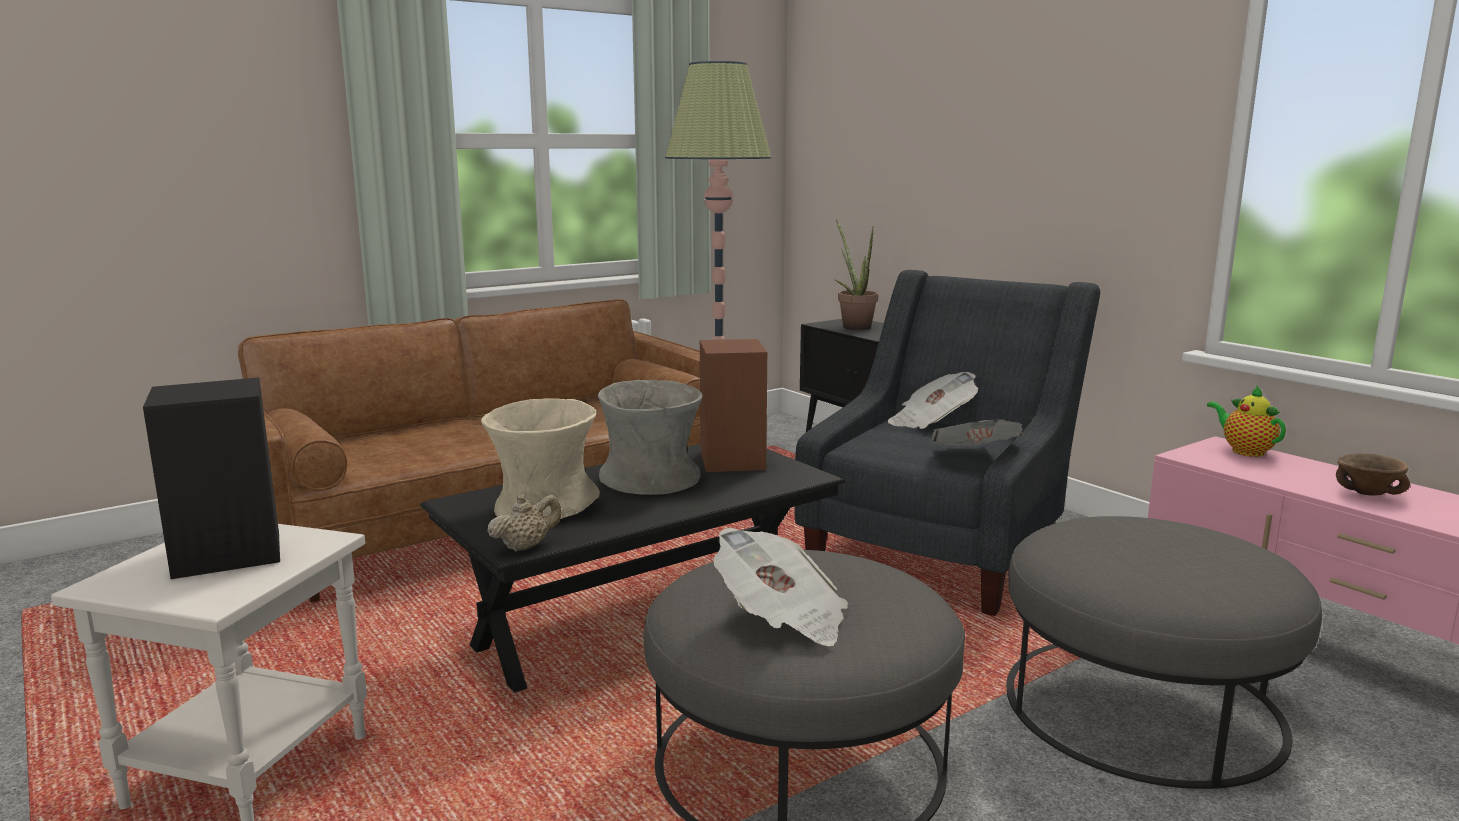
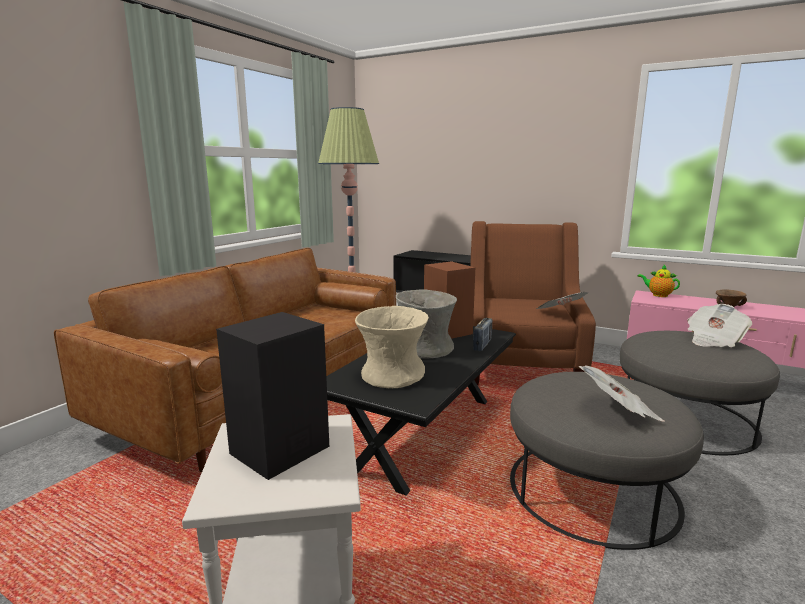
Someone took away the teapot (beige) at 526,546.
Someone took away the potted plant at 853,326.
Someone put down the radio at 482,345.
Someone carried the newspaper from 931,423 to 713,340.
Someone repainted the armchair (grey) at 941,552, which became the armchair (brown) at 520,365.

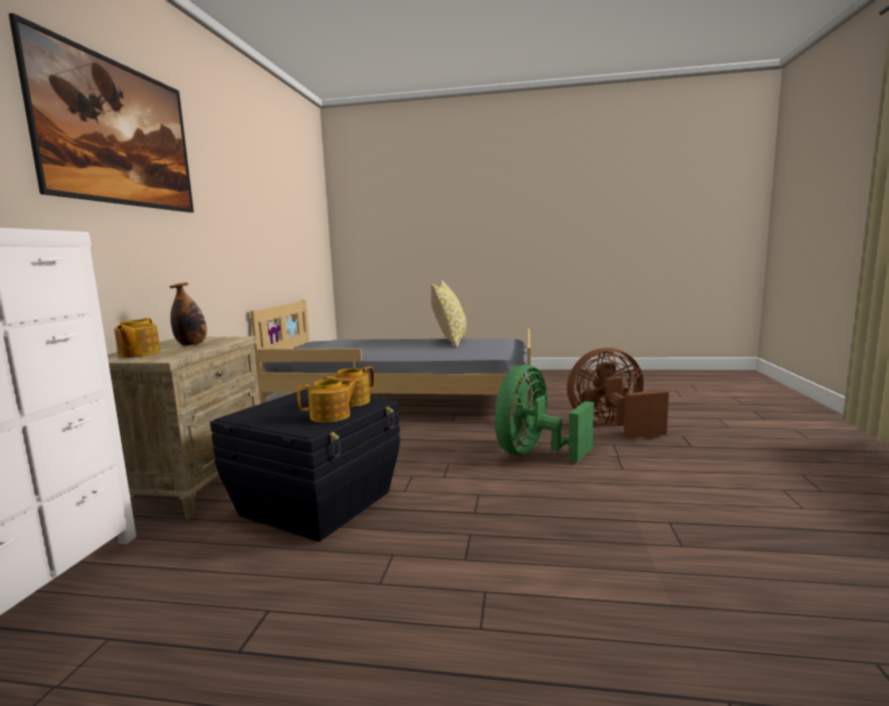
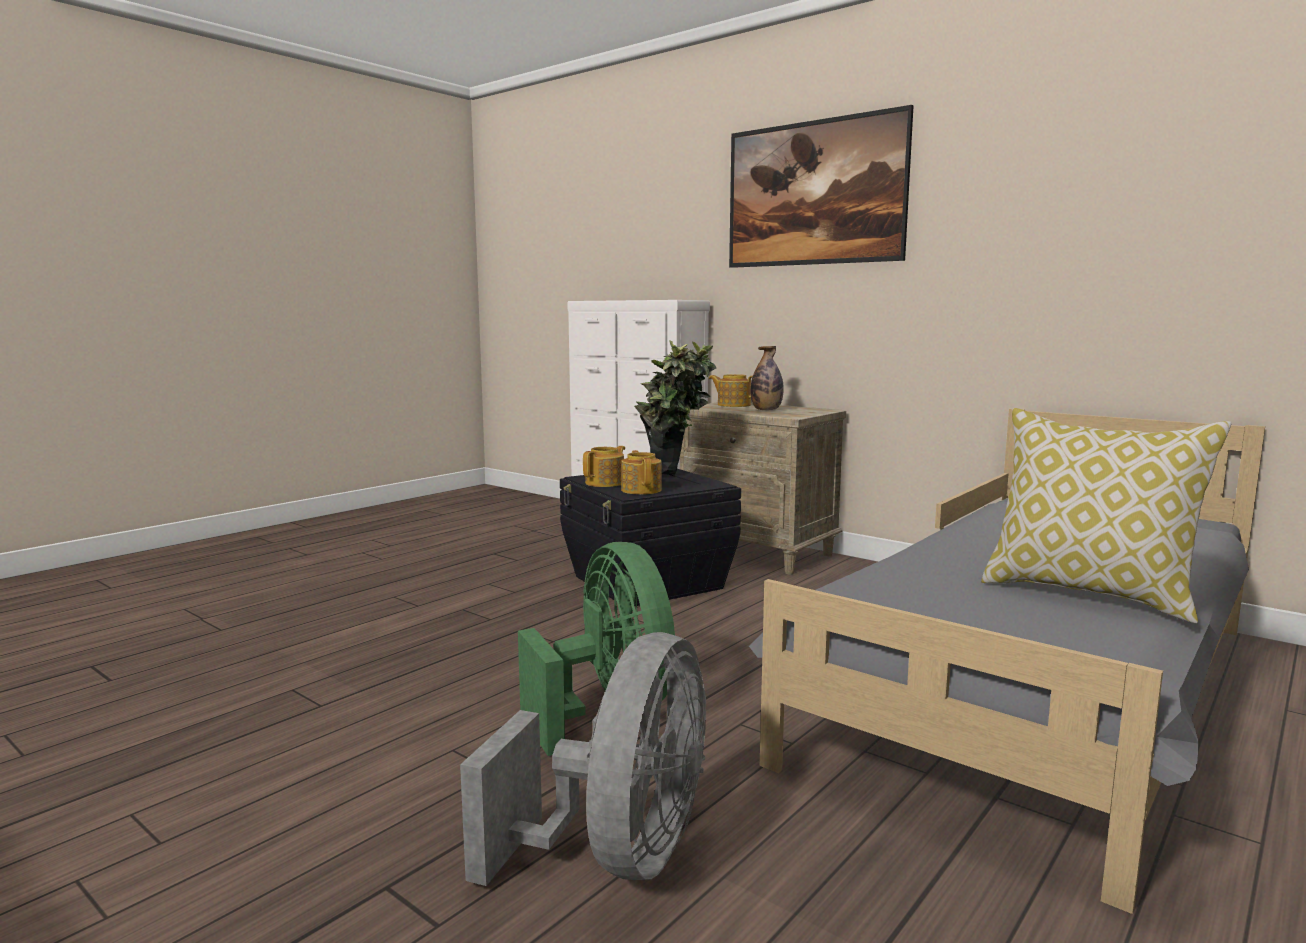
Someone put down the potted plant at 675,479.
Someone repainted the fan (brown) at 612,427, which became the fan (grey) at 619,855.
Someone rotated the teapot at 331,416 by 150 degrees counterclockwise.

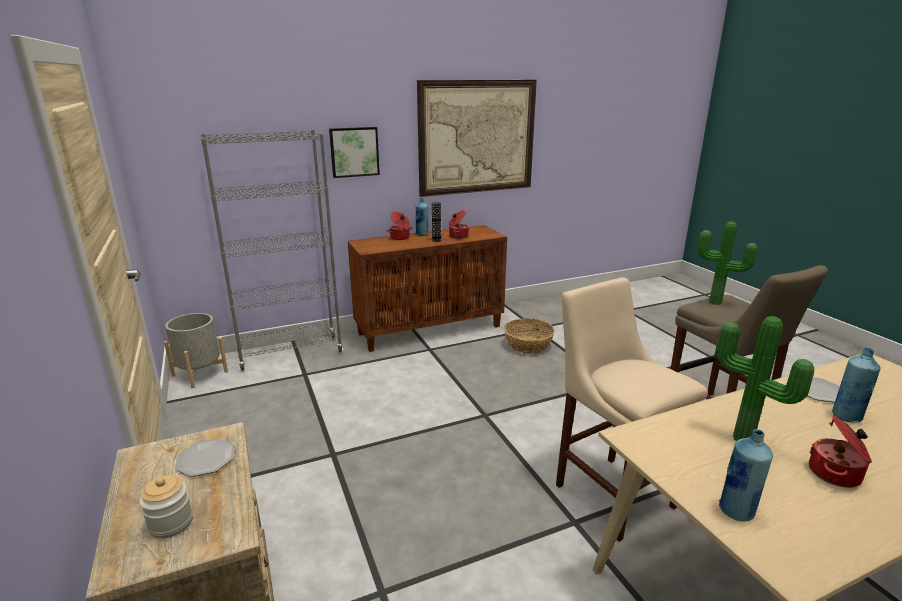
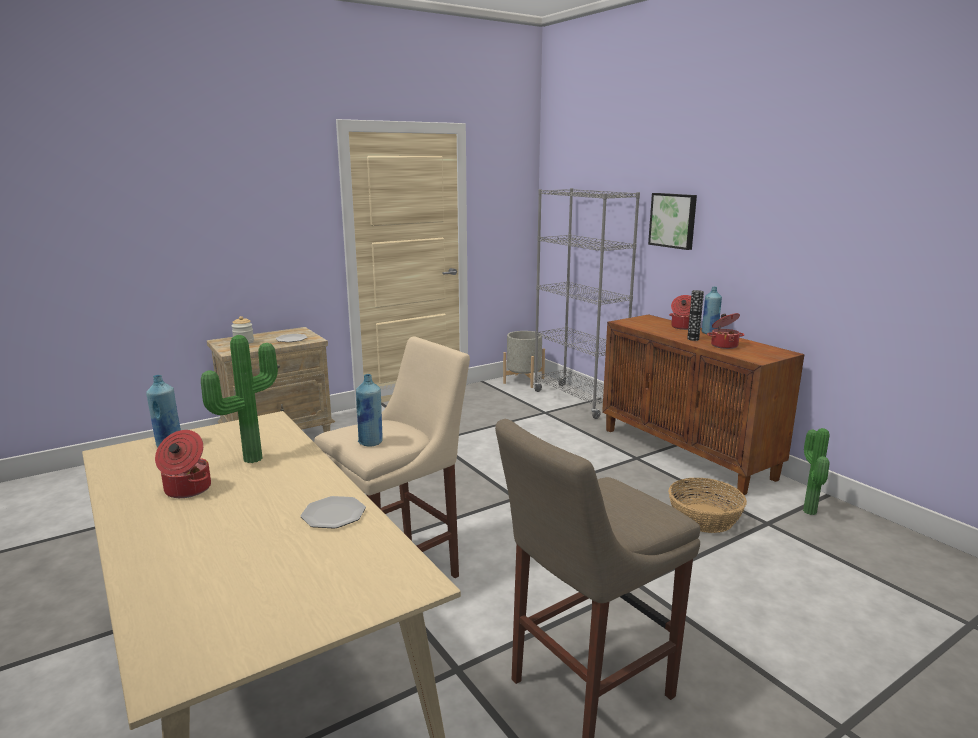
Someone took away the picture at 477,137.
Someone carried the potted plant from 715,303 to 807,511.
Someone carried the bottle (blue) from 846,416 to 371,442.

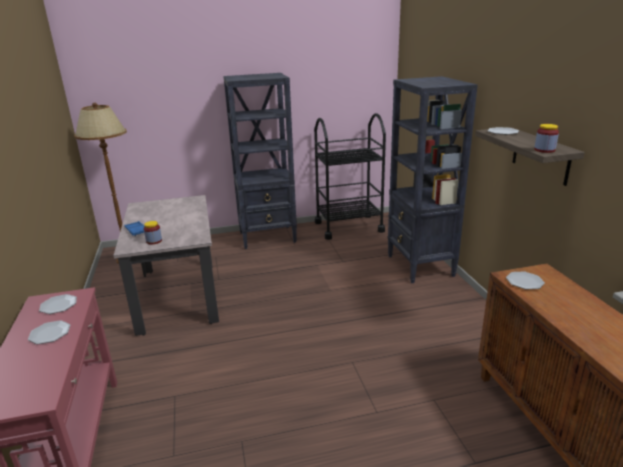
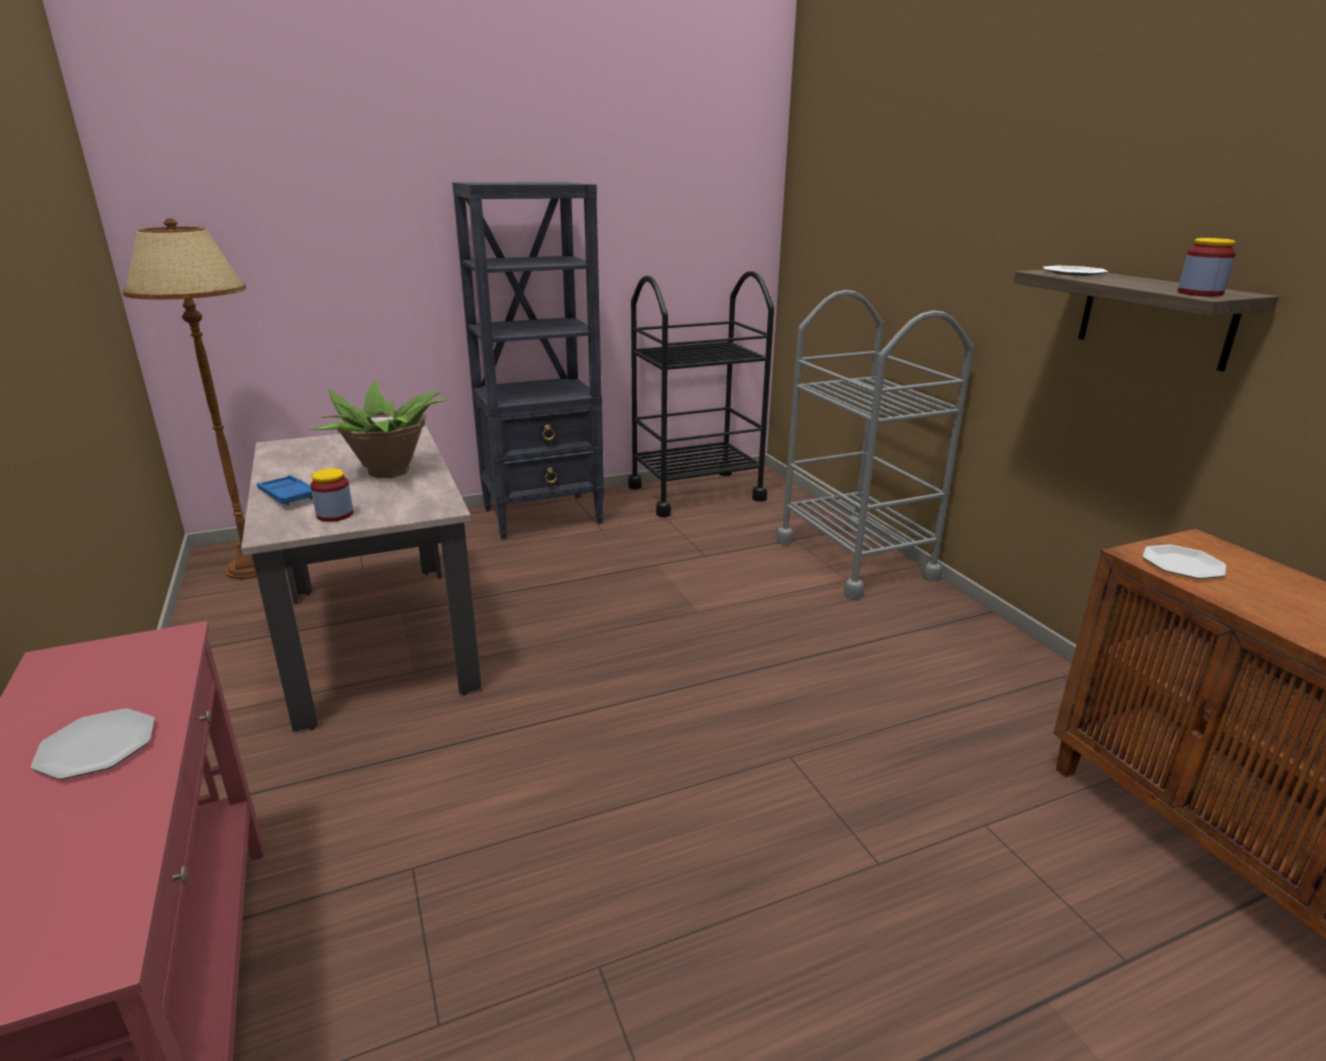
Someone took away the plate at 59,305.
Someone put down the potted plant at 389,472.
Someone swapped the bookcase (black) at 420,266 for the cart (grey) at 854,559.

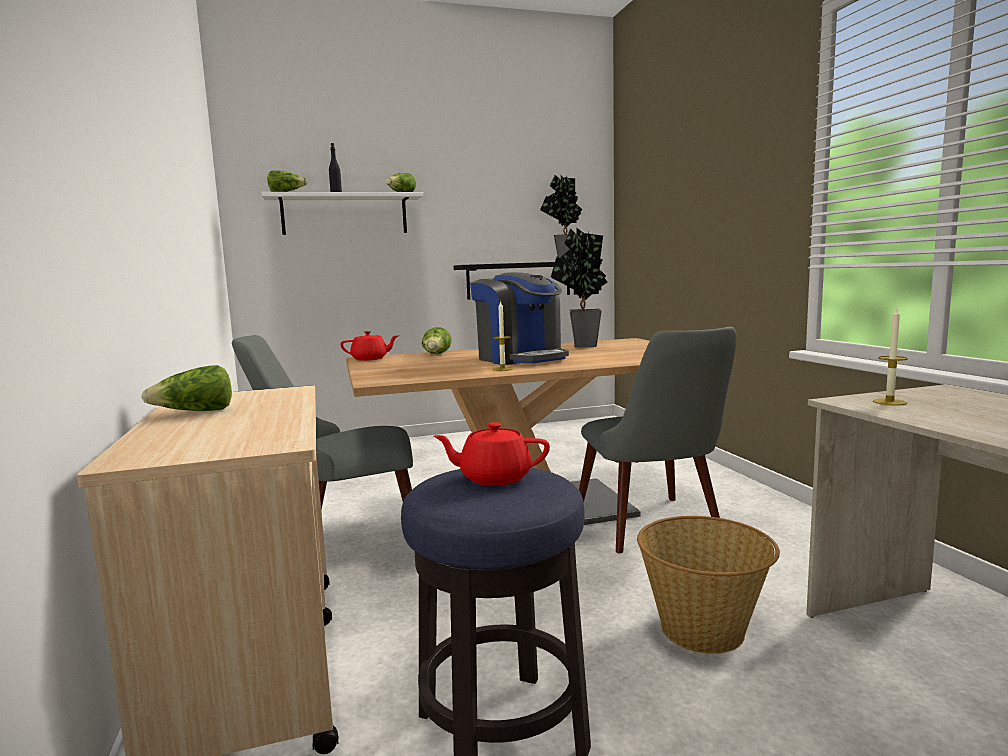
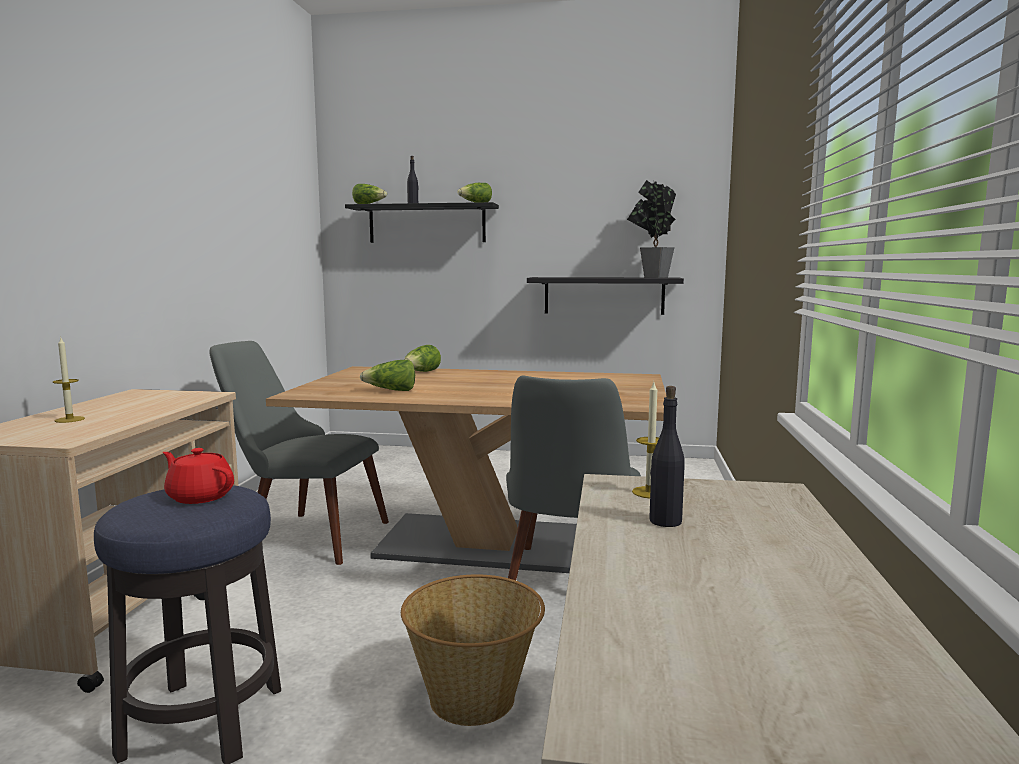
Someone took away the teapot (red) at 370,359.
Someone took away the coffee machine at 520,358.
Someone took away the potted plant at 582,346.
Someone put down the bottle (black) at 665,521.
Someone carried the lettuce from 195,412 to 391,391.
Someone carried the candle from 502,369 to 69,419.
Someone repainted the shelf (white) at 345,215, which became the shelf (black) at 427,224.

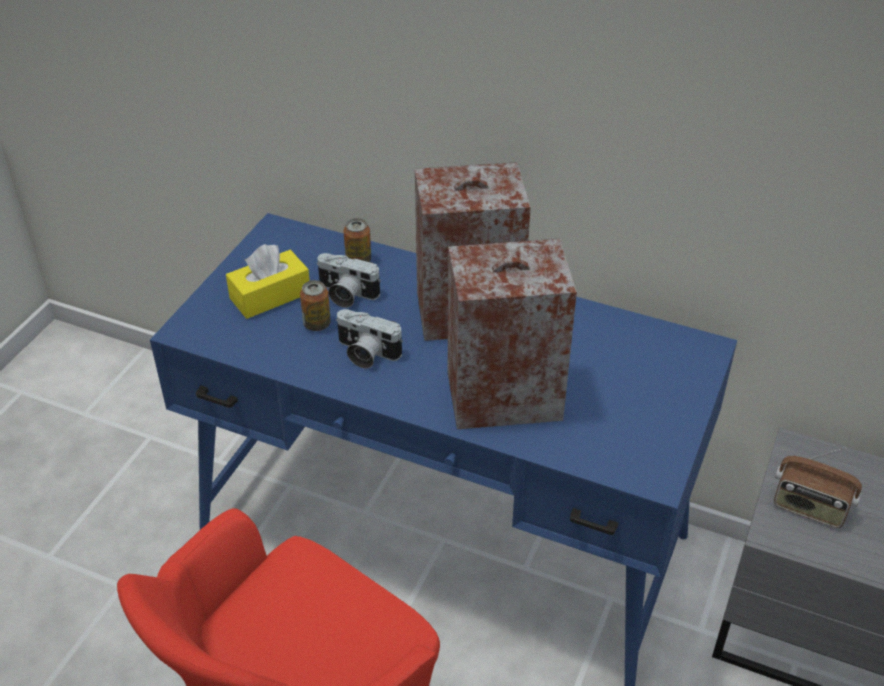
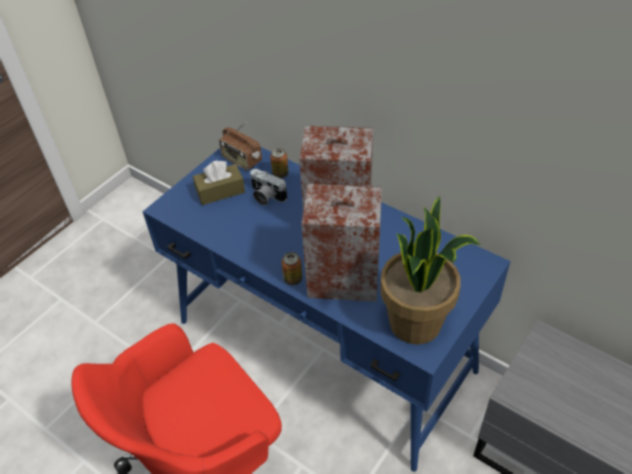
Someone took away the photo camera at 365,353.
Someone put down the potted plant at 416,323.
Someone carried the can from 317,324 to 293,279.
Someone carried the radio from 809,508 to 241,160.
Someone repainted the tissue box (yellow) at 270,296, which became the tissue box (brown) at 220,191.

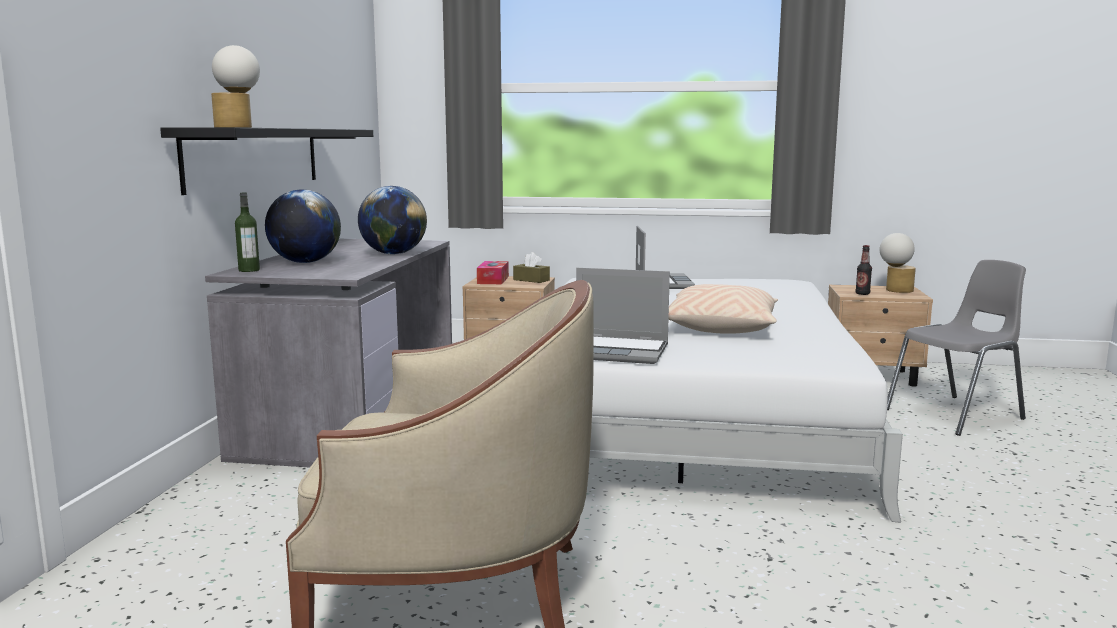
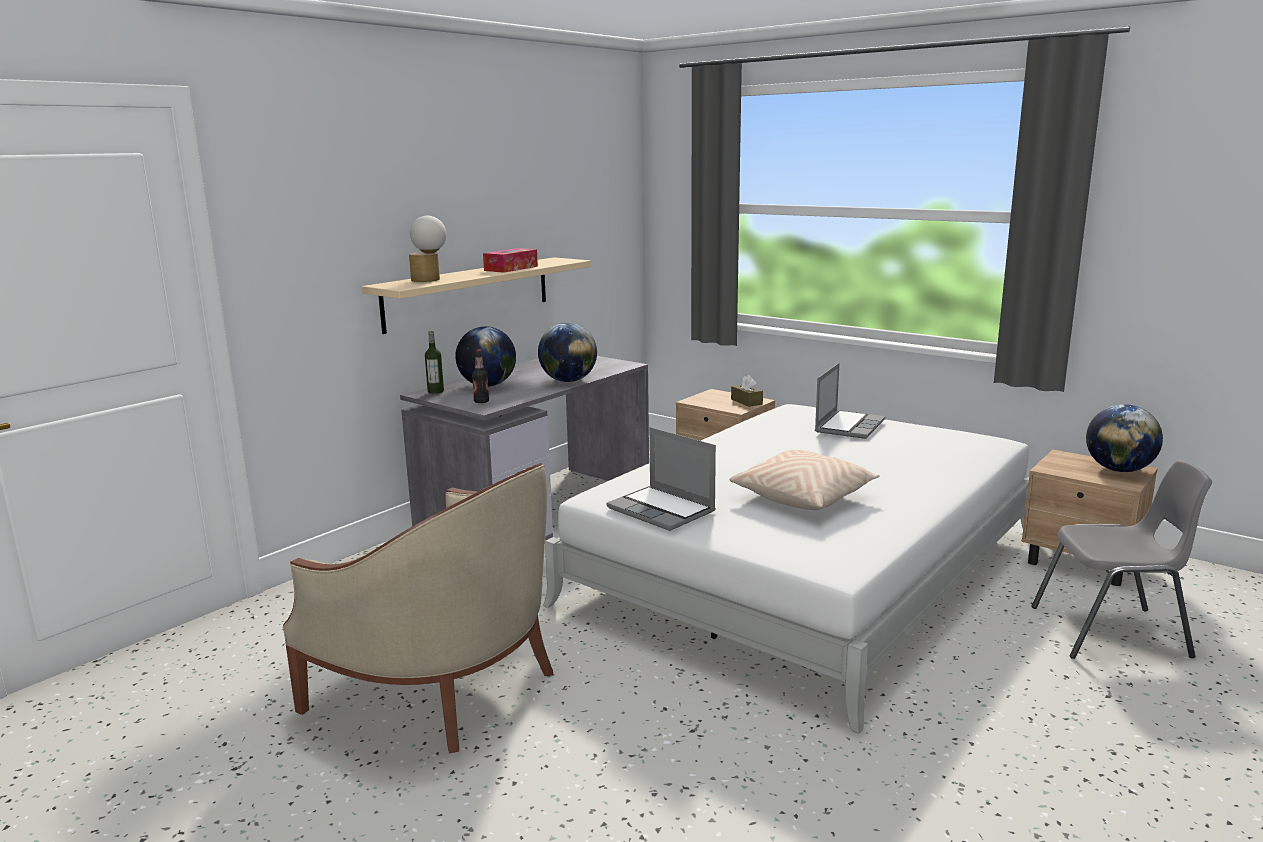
Someone carried the tissue box from 493,280 to 511,268.
Someone carried the bottle from 862,294 to 481,401.
Someone swapped the table lamp at 895,290 for the globe at 1119,470.
Someone repainted the shelf (black) at 255,157, which became the shelf (beige) at 468,293.

